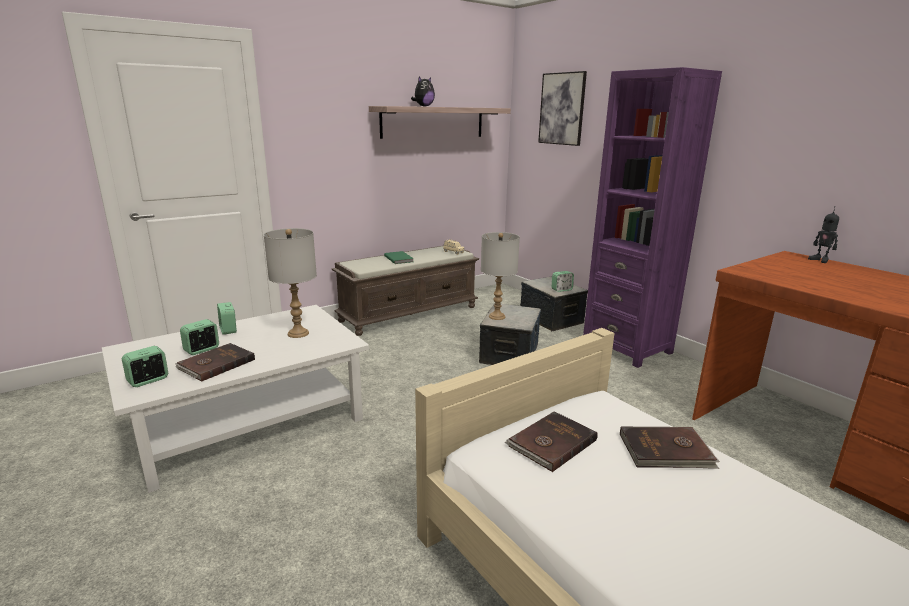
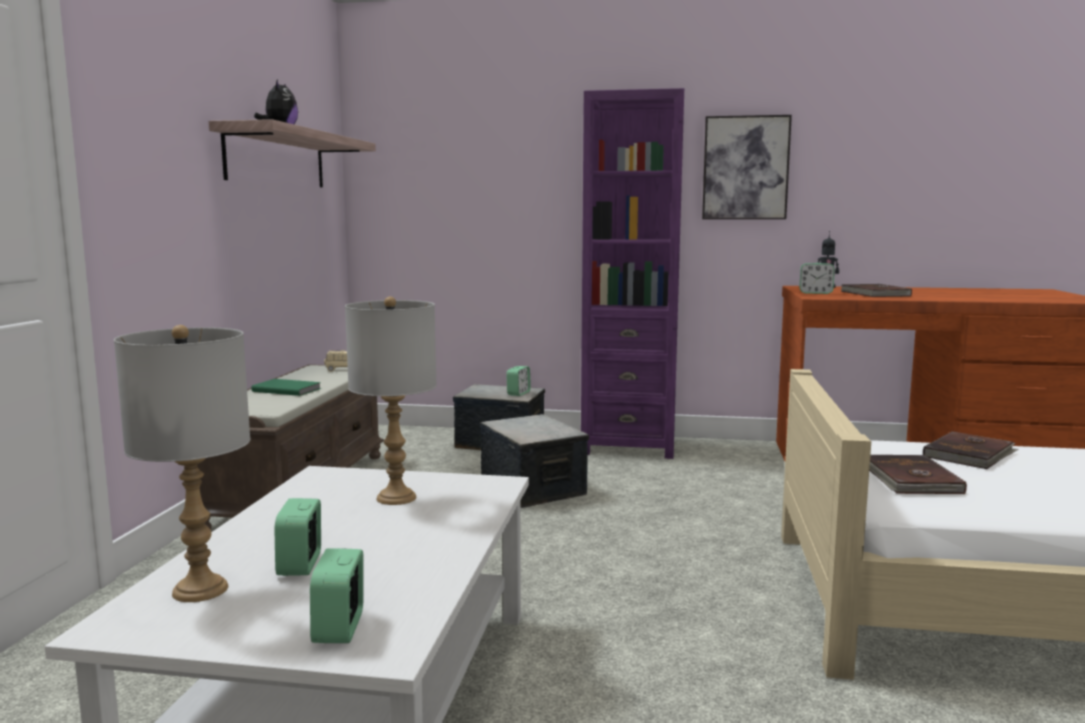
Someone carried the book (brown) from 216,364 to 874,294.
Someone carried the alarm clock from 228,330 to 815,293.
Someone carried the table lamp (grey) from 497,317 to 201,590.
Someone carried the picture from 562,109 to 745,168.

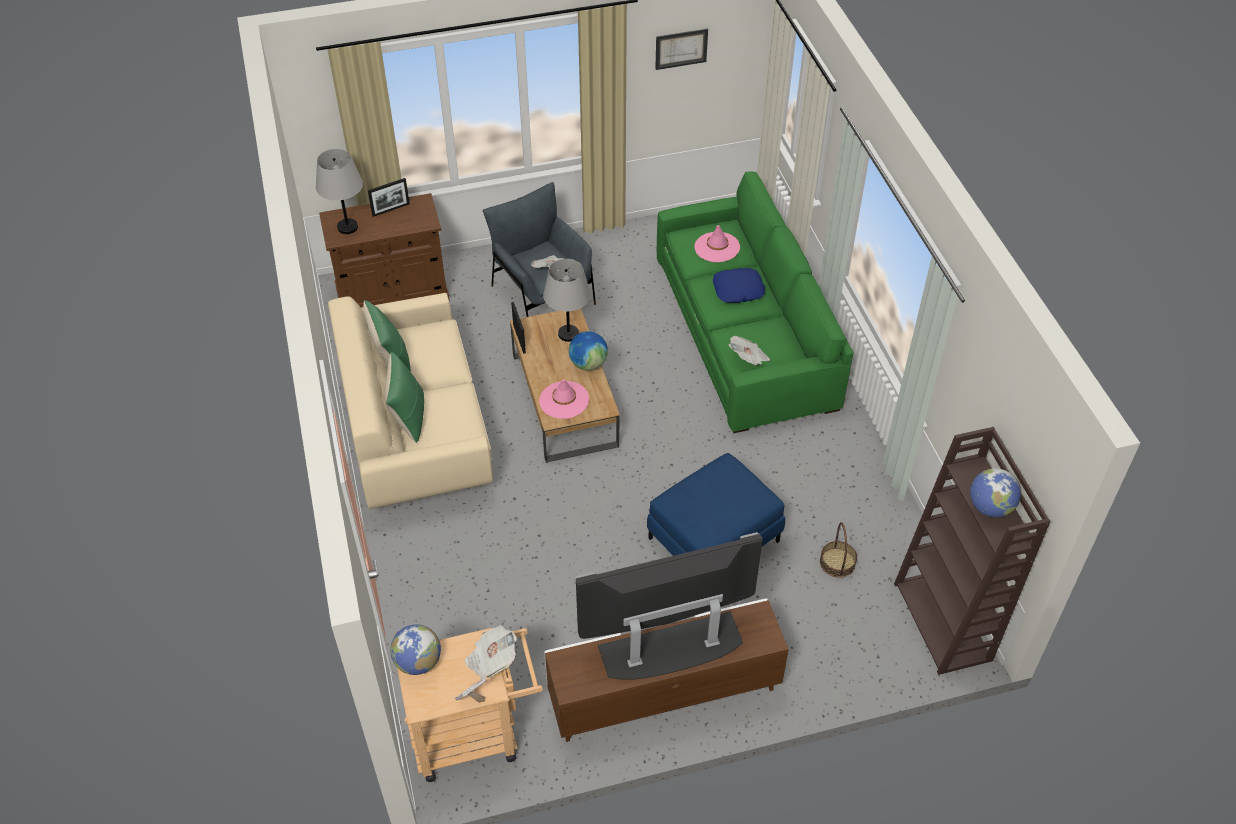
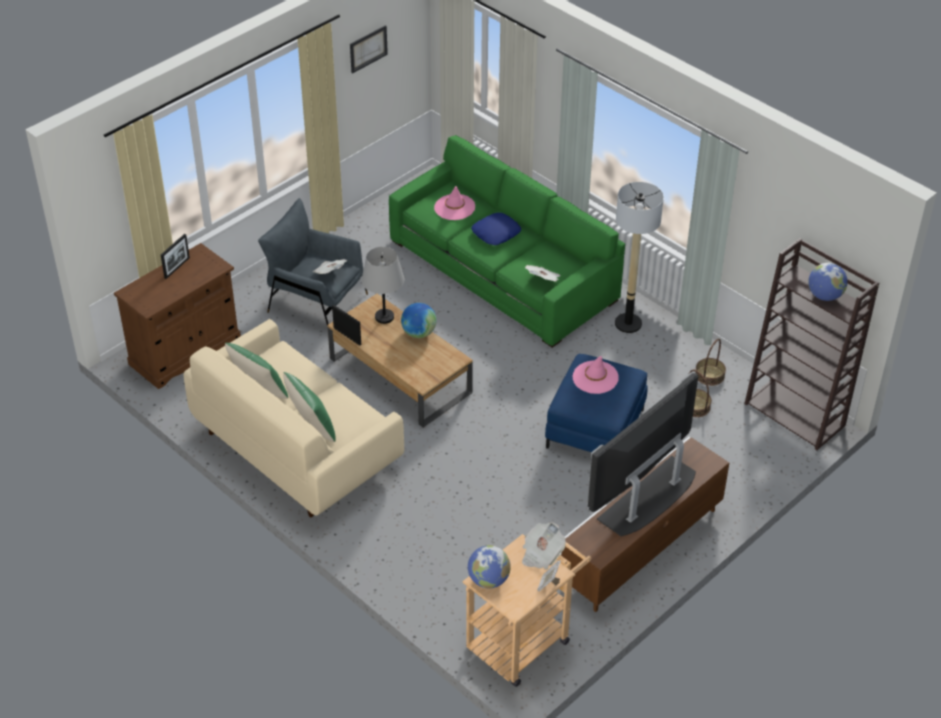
Someone took away the table lamp (grey) at 347,227.
Someone put down the floor lamp at 628,323.
Someone put down the basket at 709,375.
Someone carried the hat (pink) from 564,400 to 595,377.

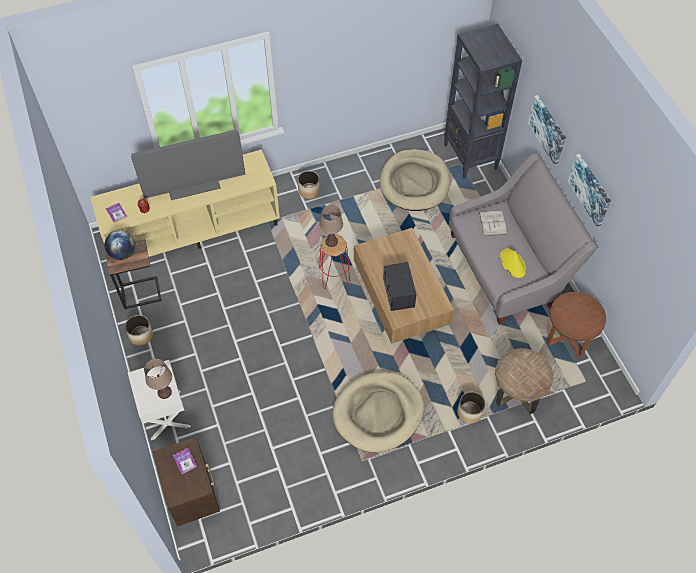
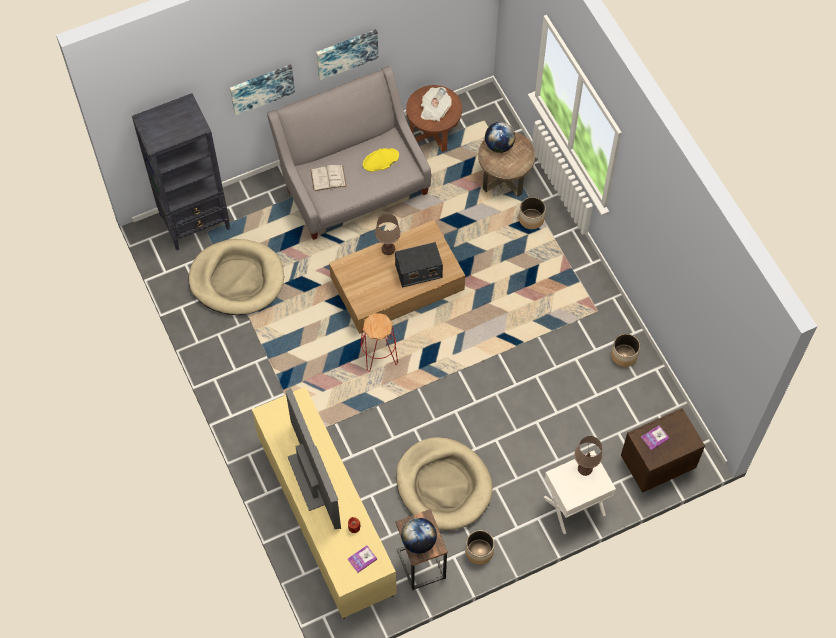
Someone put down the newspaper at 434,109.
Someone put down the globe at 499,145.
Someone carried the planter from 309,190 to 623,355.
Someone carried the table lamp (brown) from 331,242 to 388,249.
Someone carried the dog bed (beige) from 378,413 to 443,485.

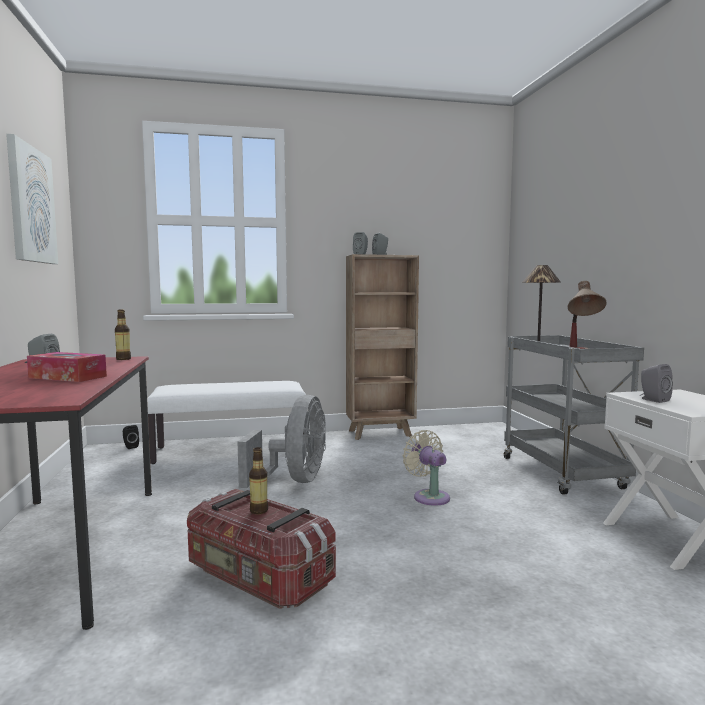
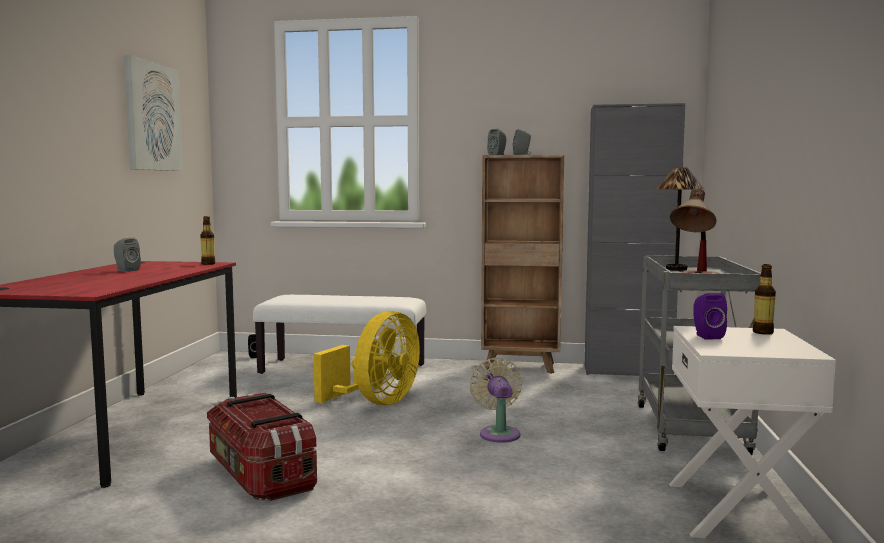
Someone took away the tissue box at 67,377.
Someone put down the cabinet (grey) at 627,371.
Someone carried the bottle from 259,510 to 762,332.
Someone repainted the fan (grey) at 294,480, which became the fan (yellow) at 376,402.
Someone repainted the speaker (grey) at 653,400, which became the speaker (purple) at 706,336.

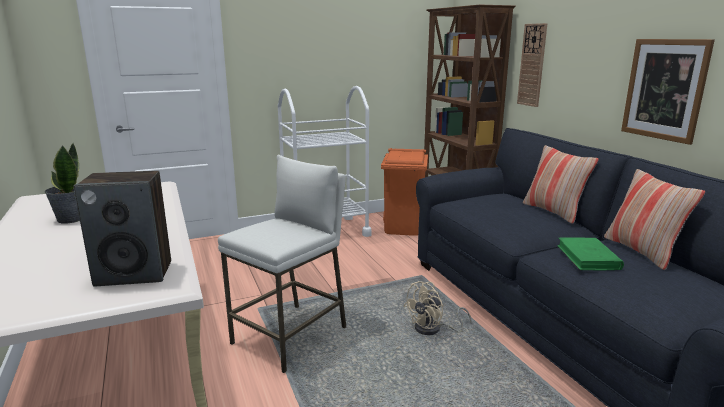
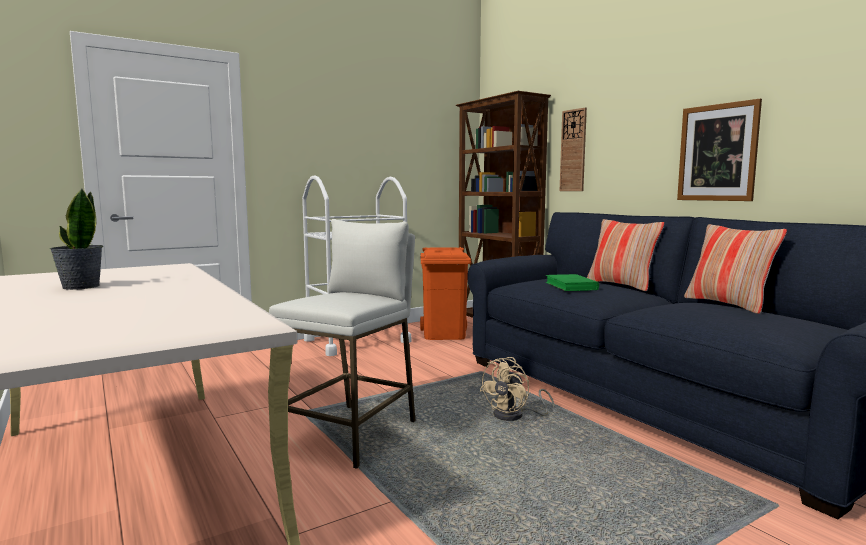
Someone took away the speaker at 135,273.
Someone carried the book (green) from 588,257 to 571,286.

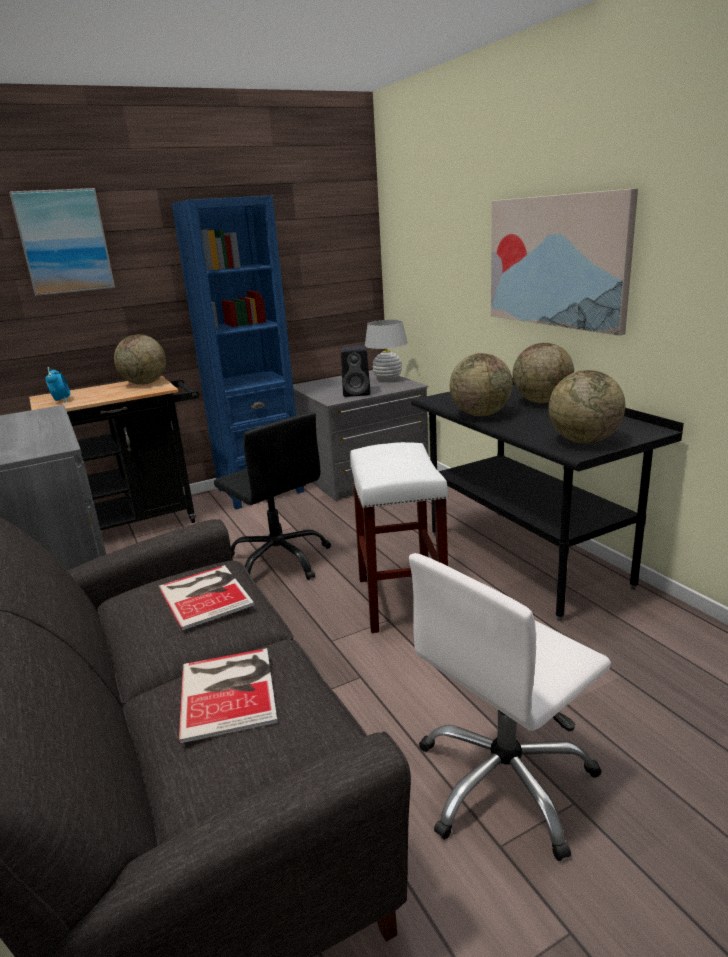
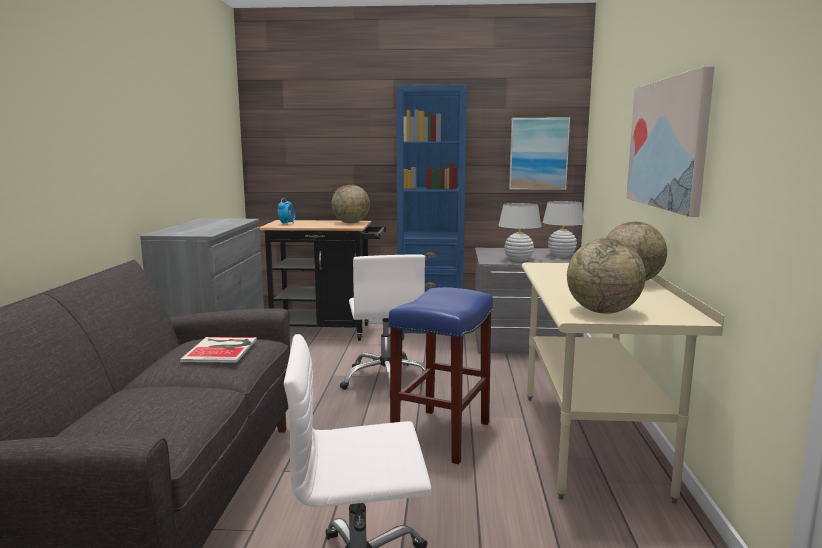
Someone took away the book at 230,690.
Someone took away the globe at 480,414.
Someone carried the picture from 64,242 to 538,154.
Someone swapped the speaker (black) at 357,393 for the table lamp (white) at 518,260.
Someone repainted the office chair (black) at 279,560, which became the office chair (white) at 386,380.
Someone repainted the stool (white) at 400,599, which became the stool (blue) at 441,434.
Someone repainted the desk (black) at 525,559, which became the desk (beige) at 591,442.

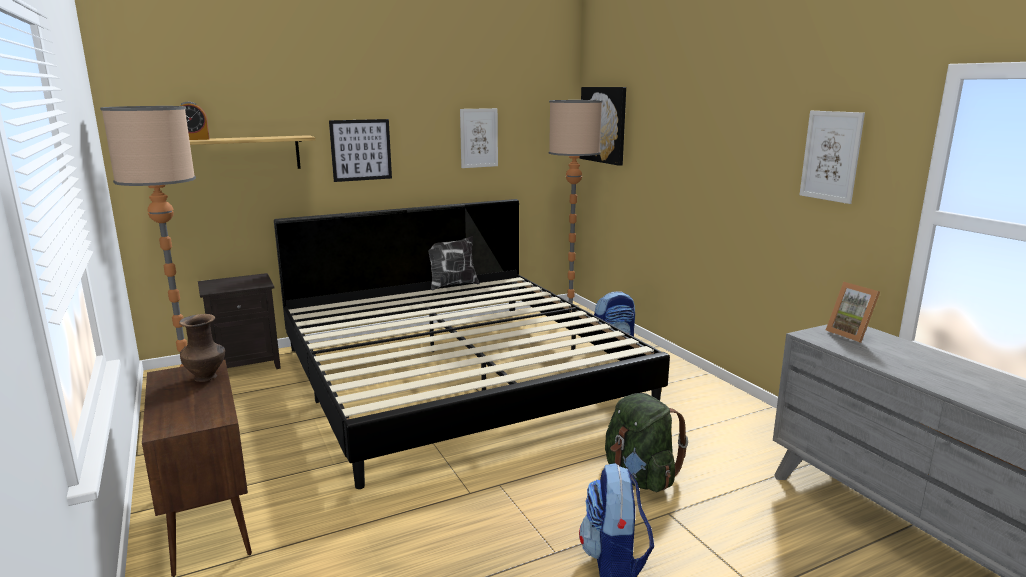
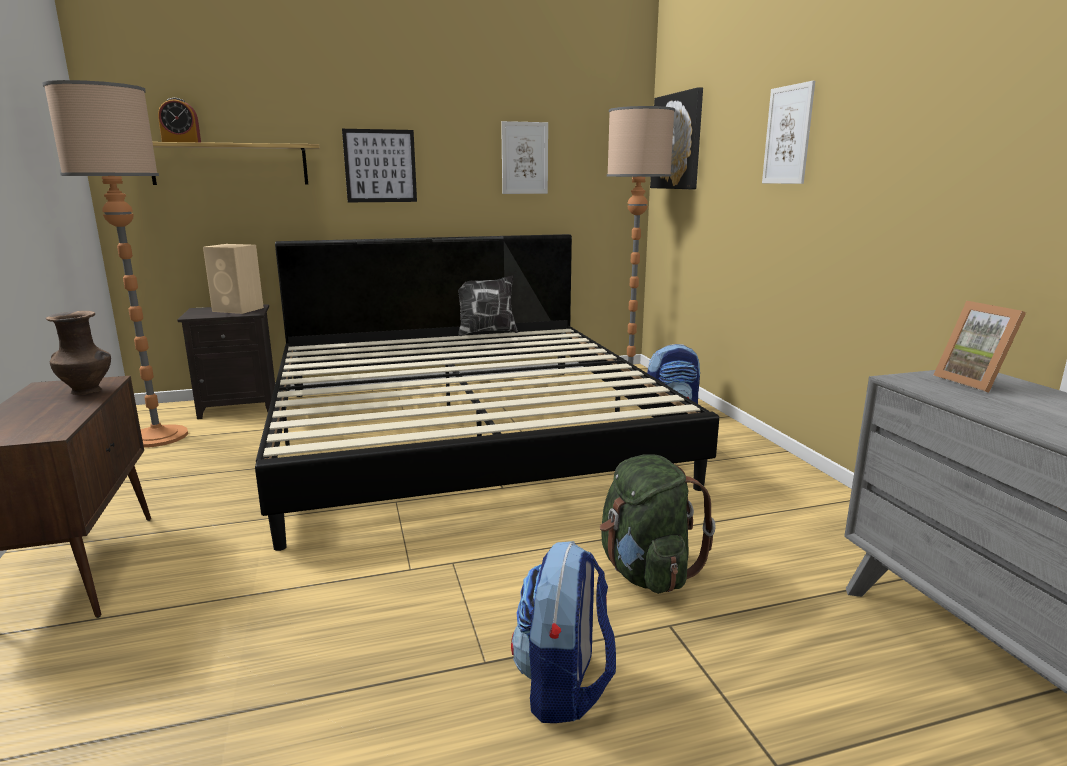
Someone put down the speaker (beige) at 239,309.
Someone carried the picture from 831,156 to 788,135.

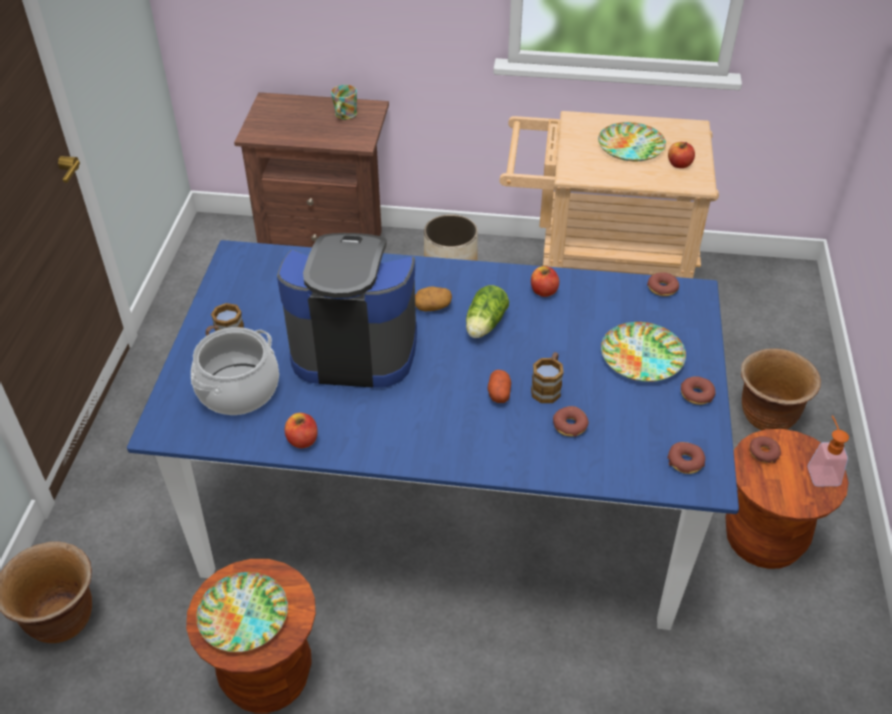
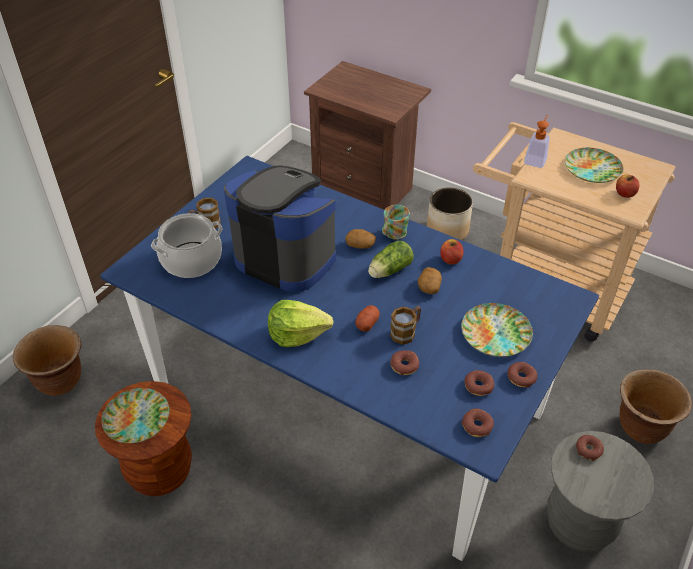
Someone took away the apple at 302,440.
Someone put down the lettuce at 297,334.
Someone put down the potato at 429,286.
Someone carried the mug from 344,115 to 393,234.
Someone carried the donut from 662,288 to 478,386.
Someone carried the soap dispenser from 821,471 to 536,159.
Someone repainted the stool (brown) at 762,540, which became the stool (grey) at 579,523.

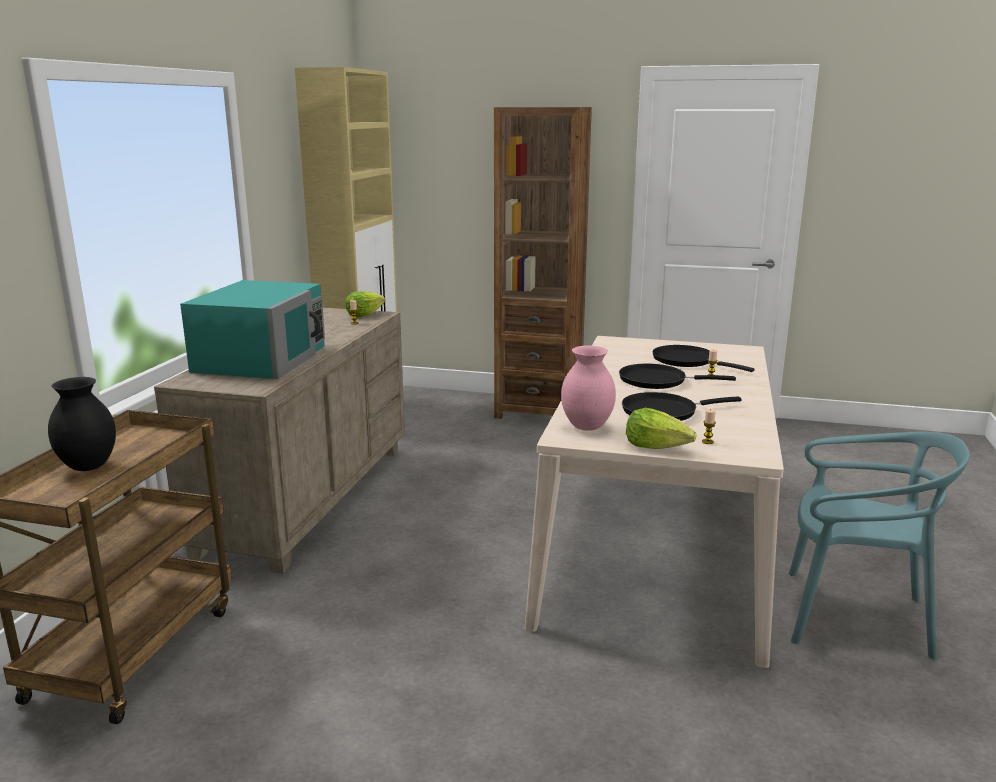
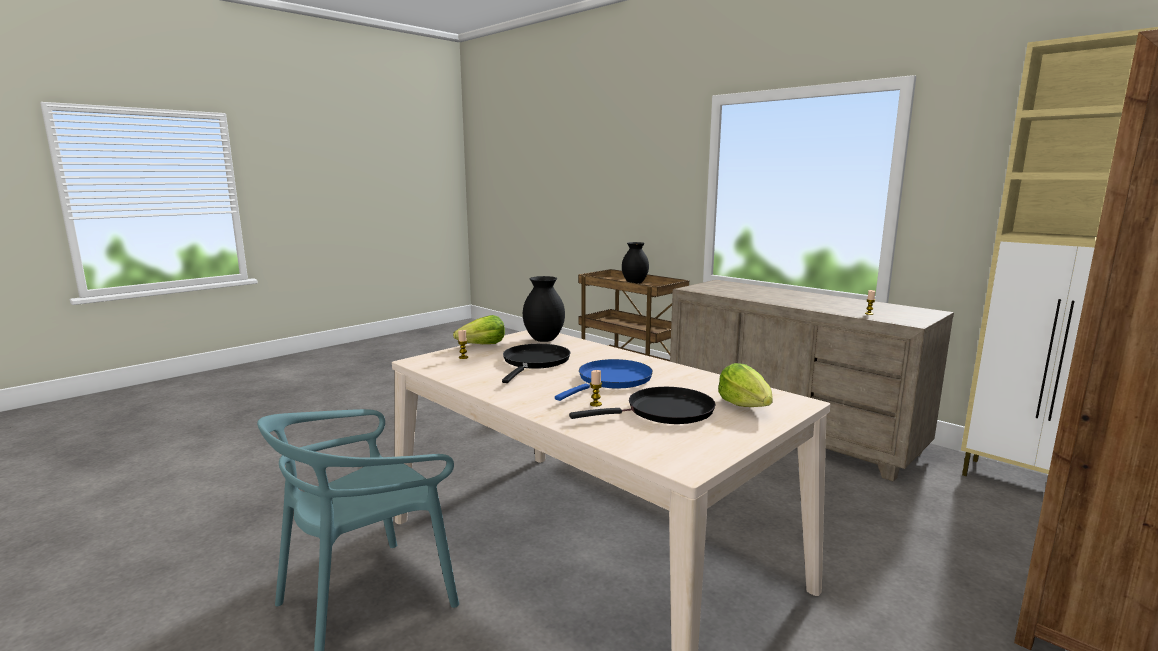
Someone took away the microwave (turquoise) at 262,358.
Someone carried the lettuce from 364,315 to 745,406.
Someone repainted the vase (pink) at 588,427, which became the vase (black) at 543,340.
Someone repainted the frying pan (black) at 657,381, which became the frying pan (blue) at 611,380.

